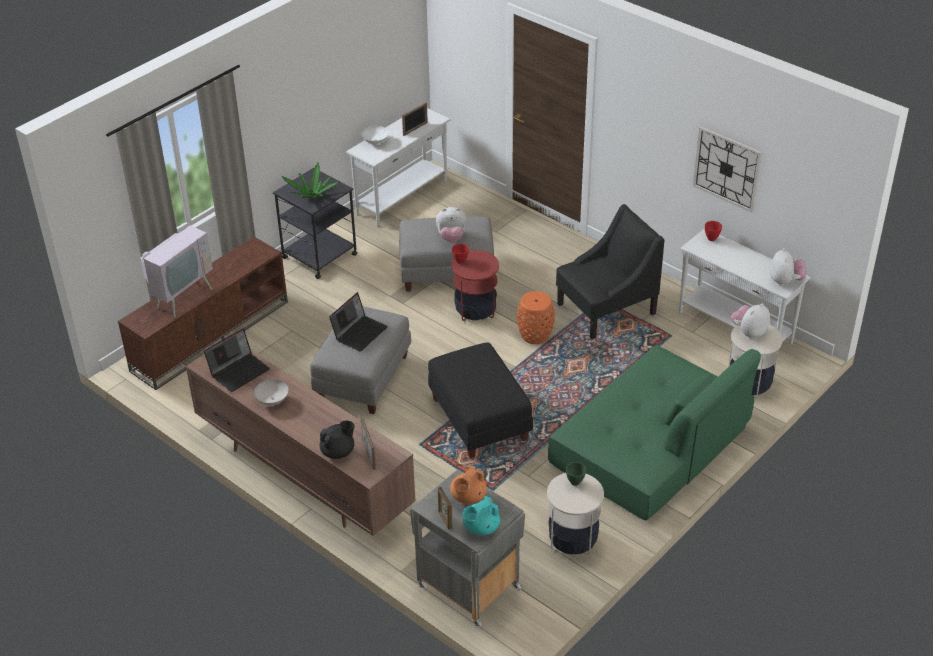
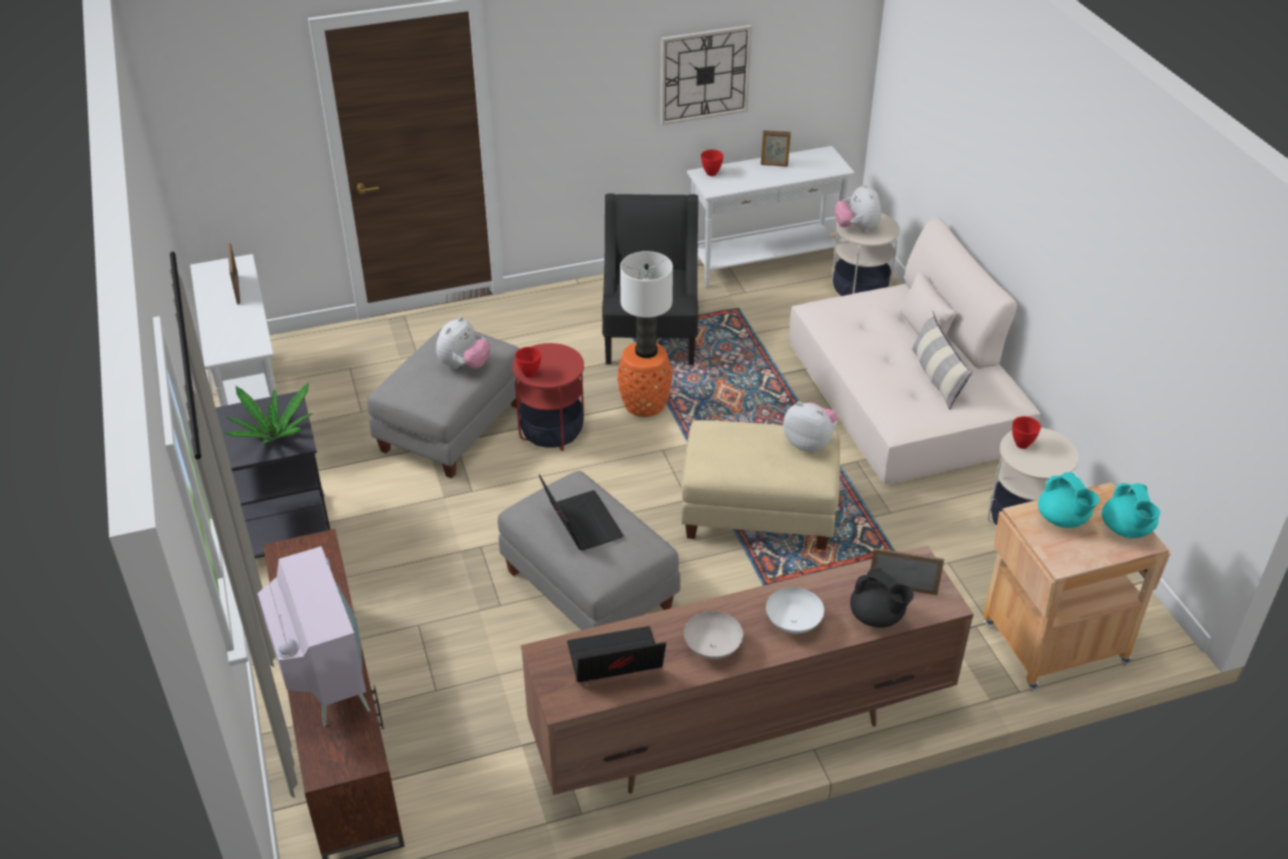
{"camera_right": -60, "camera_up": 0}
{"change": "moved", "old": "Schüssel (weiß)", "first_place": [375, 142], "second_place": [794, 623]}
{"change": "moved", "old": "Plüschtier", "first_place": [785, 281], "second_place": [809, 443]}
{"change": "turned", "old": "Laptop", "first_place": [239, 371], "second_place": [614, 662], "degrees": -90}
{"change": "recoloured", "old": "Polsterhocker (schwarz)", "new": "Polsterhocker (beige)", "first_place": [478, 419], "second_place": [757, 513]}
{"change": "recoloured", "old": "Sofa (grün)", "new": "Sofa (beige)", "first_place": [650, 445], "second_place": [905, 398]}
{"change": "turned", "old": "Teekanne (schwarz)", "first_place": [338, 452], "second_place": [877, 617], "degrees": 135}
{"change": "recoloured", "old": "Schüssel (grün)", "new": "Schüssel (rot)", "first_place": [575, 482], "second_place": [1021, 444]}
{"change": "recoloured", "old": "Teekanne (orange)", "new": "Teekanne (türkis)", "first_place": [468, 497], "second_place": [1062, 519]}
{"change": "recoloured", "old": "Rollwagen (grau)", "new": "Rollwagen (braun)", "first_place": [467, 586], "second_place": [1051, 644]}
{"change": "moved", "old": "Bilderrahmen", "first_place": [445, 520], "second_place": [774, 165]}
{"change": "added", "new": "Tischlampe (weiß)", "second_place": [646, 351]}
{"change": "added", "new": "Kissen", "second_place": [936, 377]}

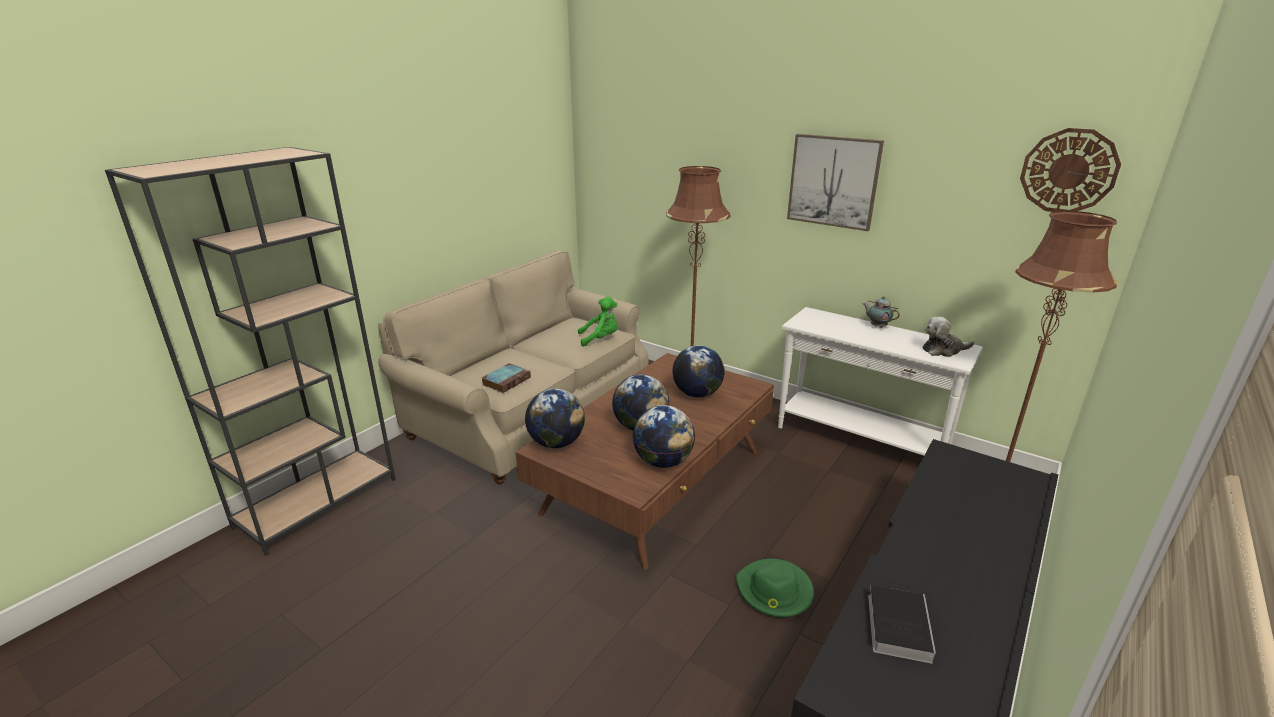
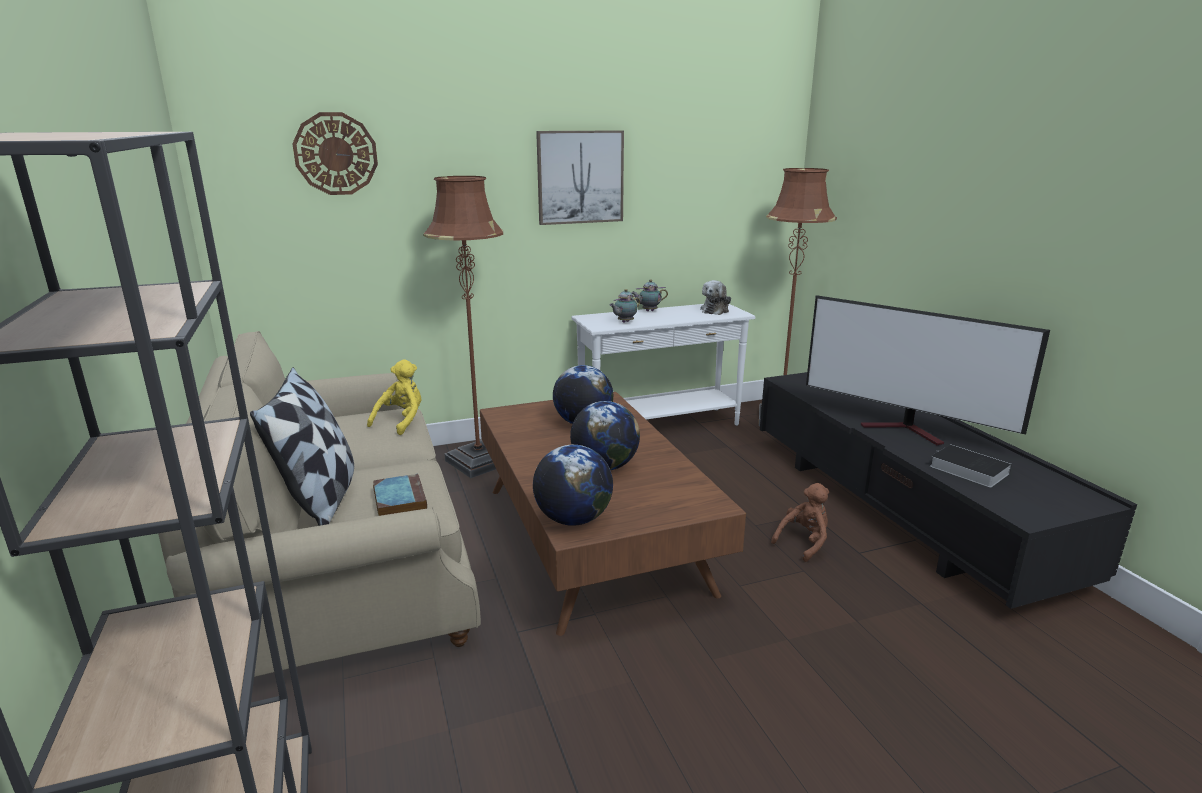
{"camera_right": -55, "camera_up": -5}
{"change": "moved", "old": "Wanduhr", "first_place": [1068, 171], "second_place": [336, 154]}
{"change": "recoloured", "old": "Plüschtier (grün)", "new": "Plüschtier (gelb)", "first_place": [600, 339], "second_place": [401, 421]}
{"change": "removed", "old": "Globus", "first_place": [663, 462]}
{"change": "replaced", "old": "Hut (grün)", "new": "Plüschtier (braun)", "first_place": [774, 591], "second_place": [804, 542]}
{"change": "added", "new": "Teekanne", "second_place": [624, 322]}
{"change": "added", "new": "Fernseher", "second_place": [907, 431]}
{"change": "added", "new": "Kissen", "second_place": [321, 499]}

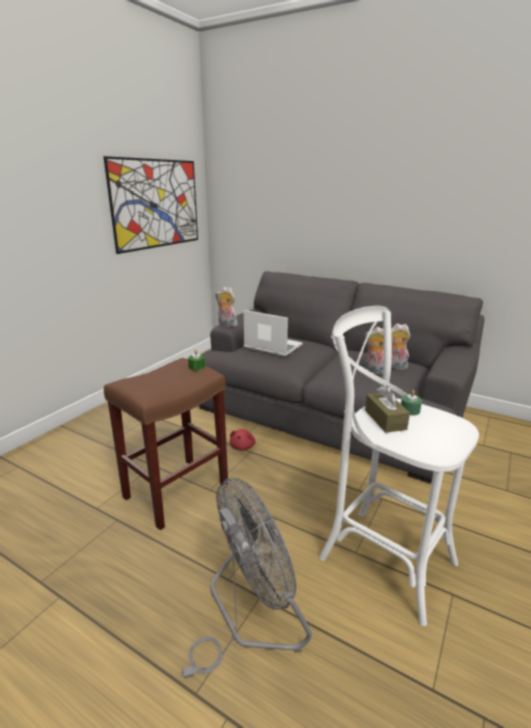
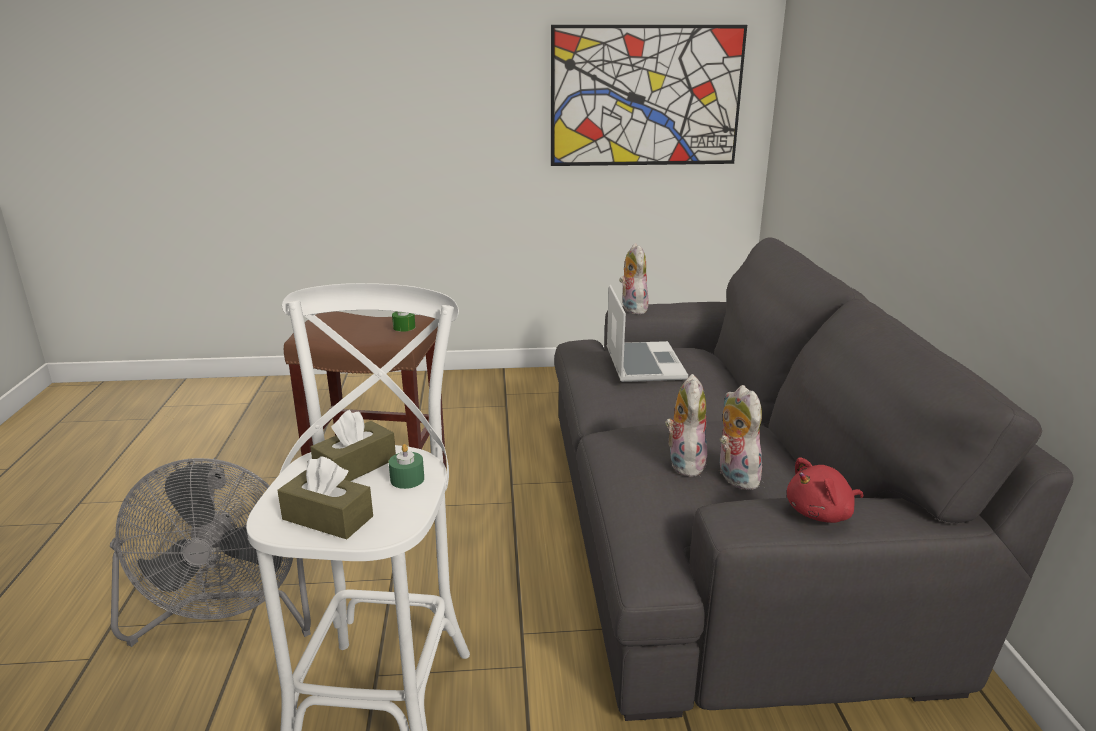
{"camera_right": 55, "camera_up": 0}
{"change": "moved", "old": "Plüschtier (rot)", "first_place": [243, 446], "second_place": [821, 513]}
{"change": "turned", "old": "Ventilator (grau)", "first_place": [243, 610], "second_place": [224, 614], "degrees": 60}
{"change": "added", "new": "Taschentuchbox (braun)", "second_place": [328, 518]}

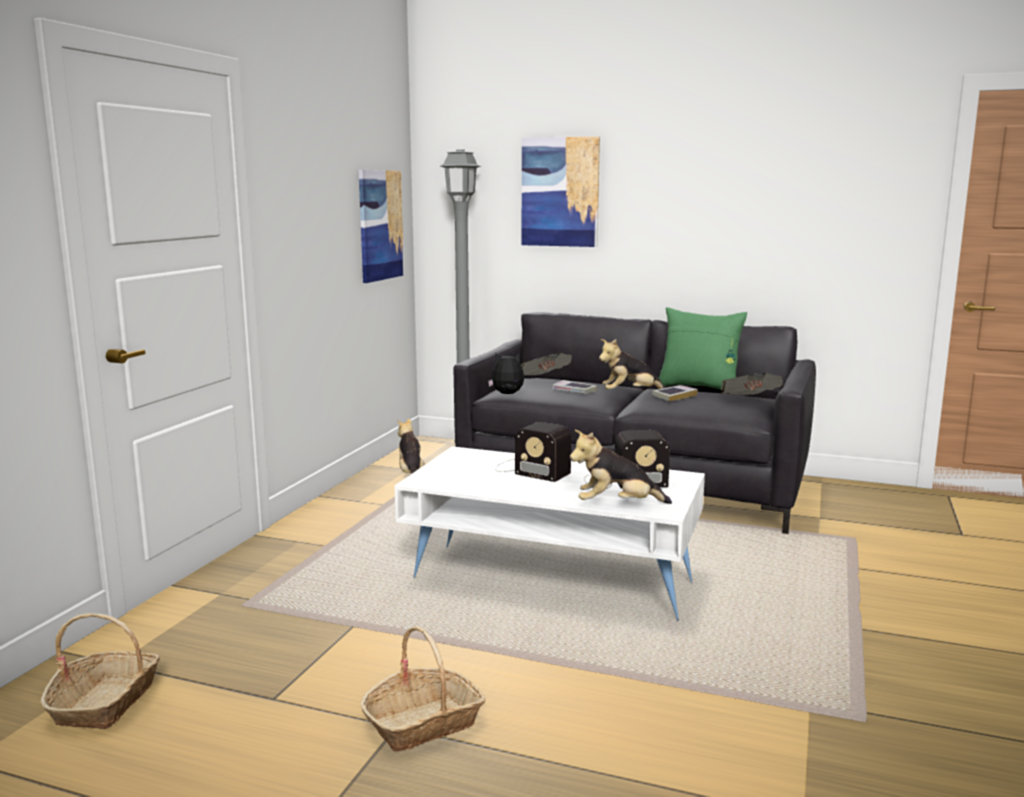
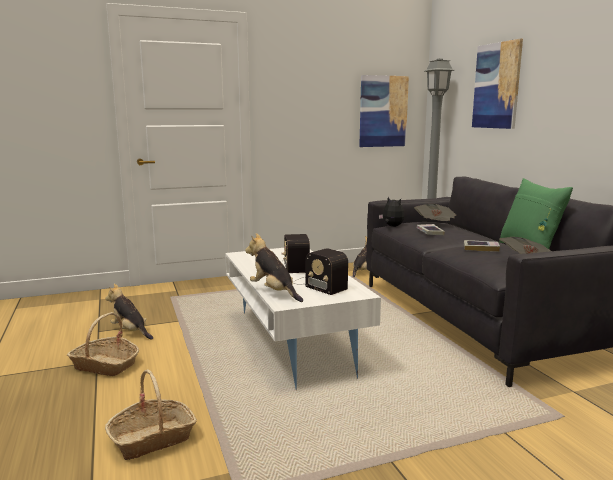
{"camera_right": 50, "camera_up": 0}
{"change": "moved", "old": "Plüschtier", "first_place": [629, 394], "second_place": [130, 331]}
{"change": "moved", "old": "Korb", "first_place": [106, 701], "second_place": [153, 438]}

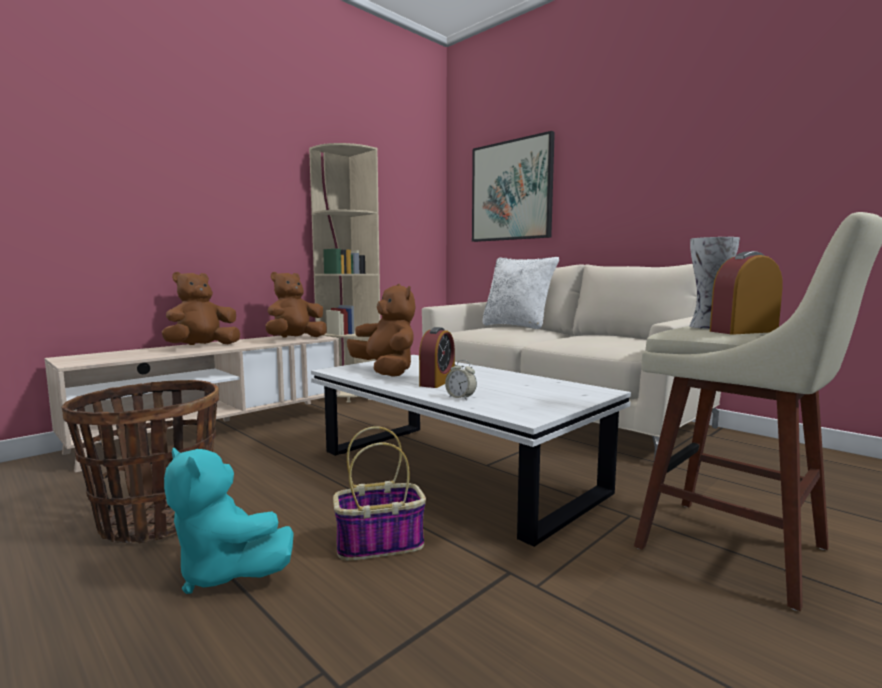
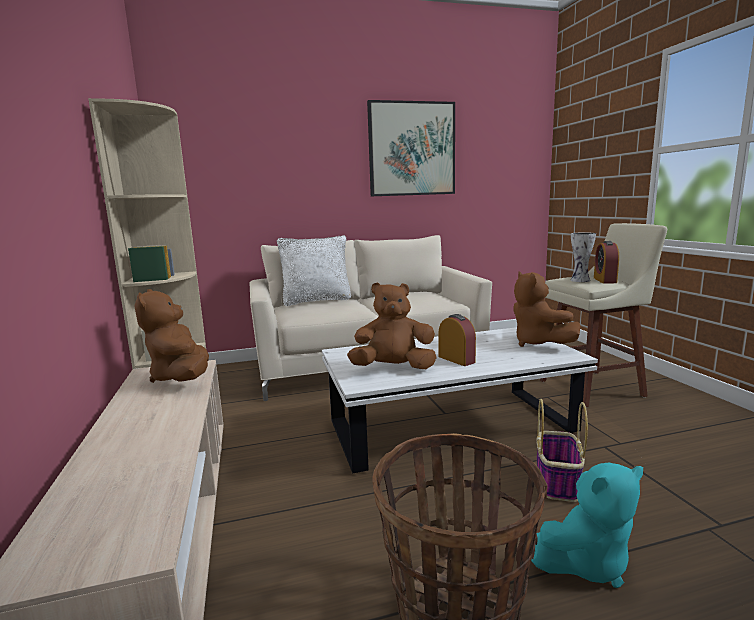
{"camera_right": -60, "camera_up": 5}
{"change": "moved", "old": "Bild", "first_place": [511, 191], "second_place": [412, 149]}
{"change": "moved", "old": "Plüschtier (braun)", "first_place": [202, 347], "second_place": [538, 343]}
{"change": "removed", "old": "Wecker", "first_place": [460, 398]}

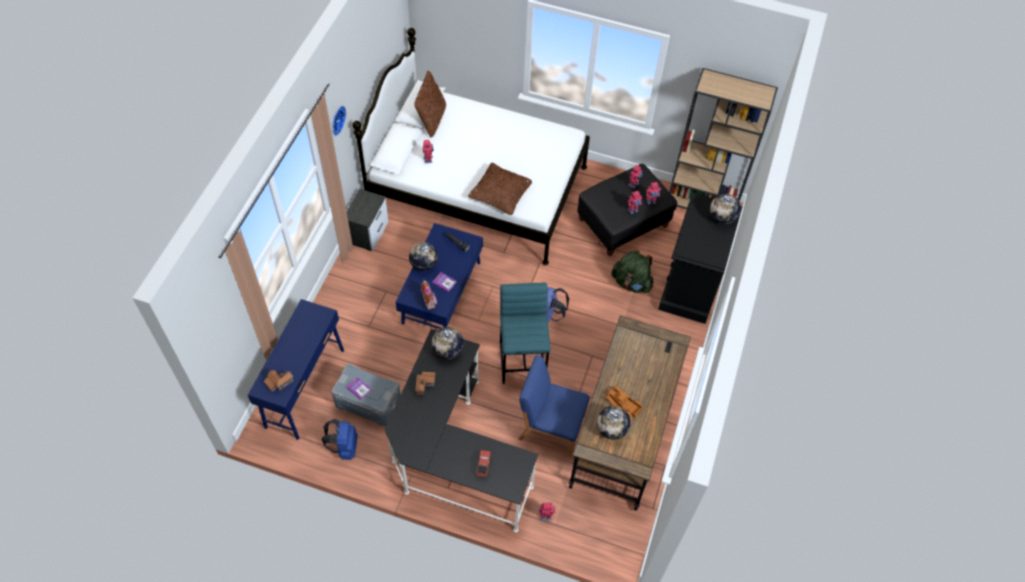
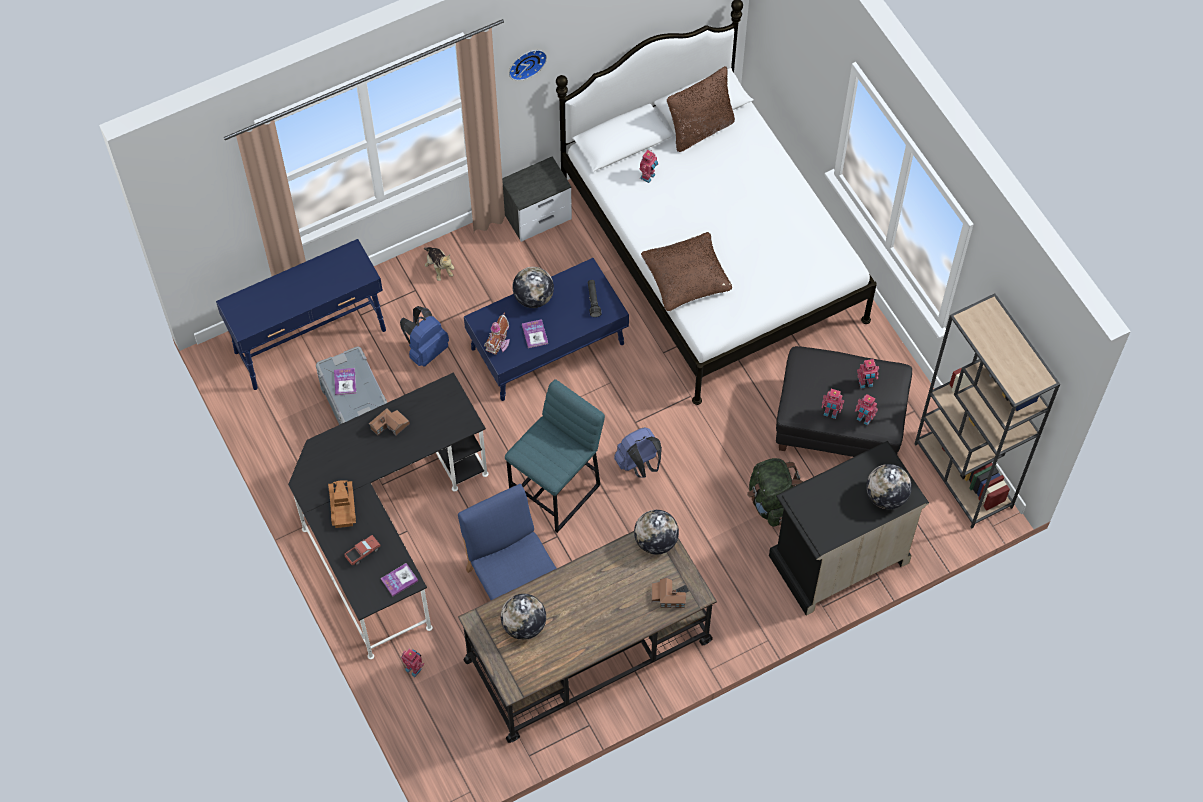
{"camera_right": 45, "camera_up": 5}
{"change": "moved", "old": "Globus", "first_place": [448, 351], "second_place": [655, 541]}
{"change": "moved", "old": "Spielzeughaus", "first_place": [279, 382], "second_place": [667, 597]}
{"change": "moved", "old": "Spielzeuglaster", "first_place": [622, 404], "second_place": [342, 506]}
{"change": "moved", "old": "Rucksack (blau)", "first_place": [344, 447], "second_place": [426, 350]}
{"change": "added", "new": "Plüschtier", "second_place": [439, 267]}
{"change": "added", "new": "Buch", "second_place": [399, 580]}

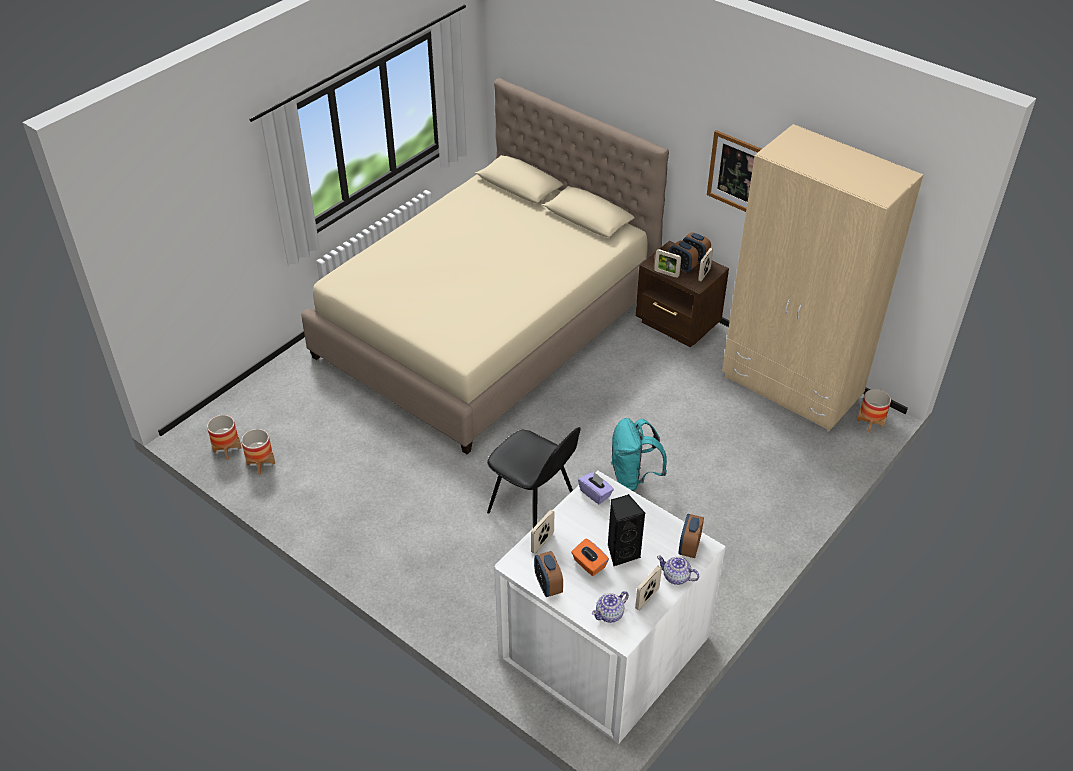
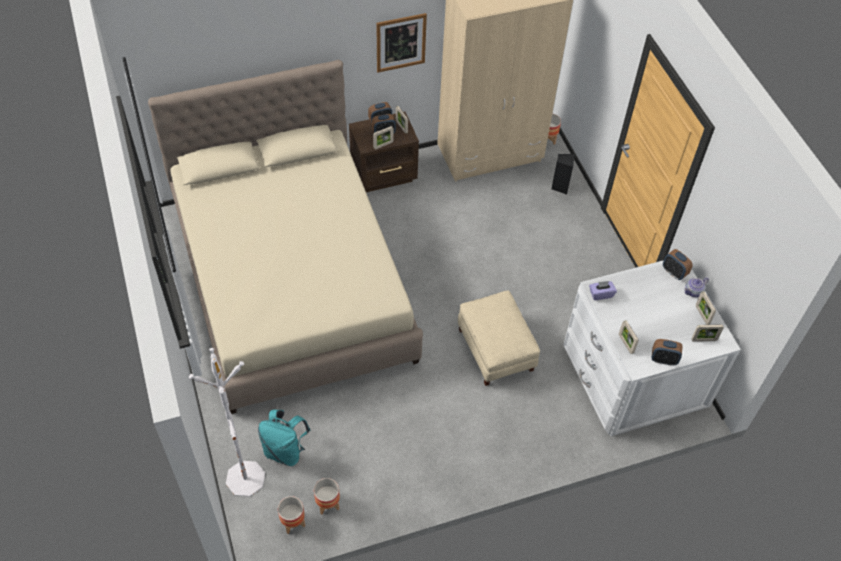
{"camera_right": -60, "camera_up": 10}
{"change": "moved", "old": "Rucksack (türkis)", "first_place": [633, 477], "second_place": [285, 450]}
{"change": "replaced", "old": "Stuhl (schwarz)", "new": "Polsterhocker (beige)", "first_place": [533, 507], "second_place": [496, 349]}
{"change": "moved", "old": "Lautsprecher (schwarz)", "first_place": [622, 552], "second_place": [560, 186]}
{"change": "removed", "old": "Taschentuchbox (orange)", "first_place": [589, 564]}
{"change": "replaced", "old": "Teekanne", "new": "Bilderrahmen", "first_place": [610, 614], "second_place": [704, 340]}
{"change": "added", "new": "Kleiderständer (weiß)", "second_place": [245, 478]}

